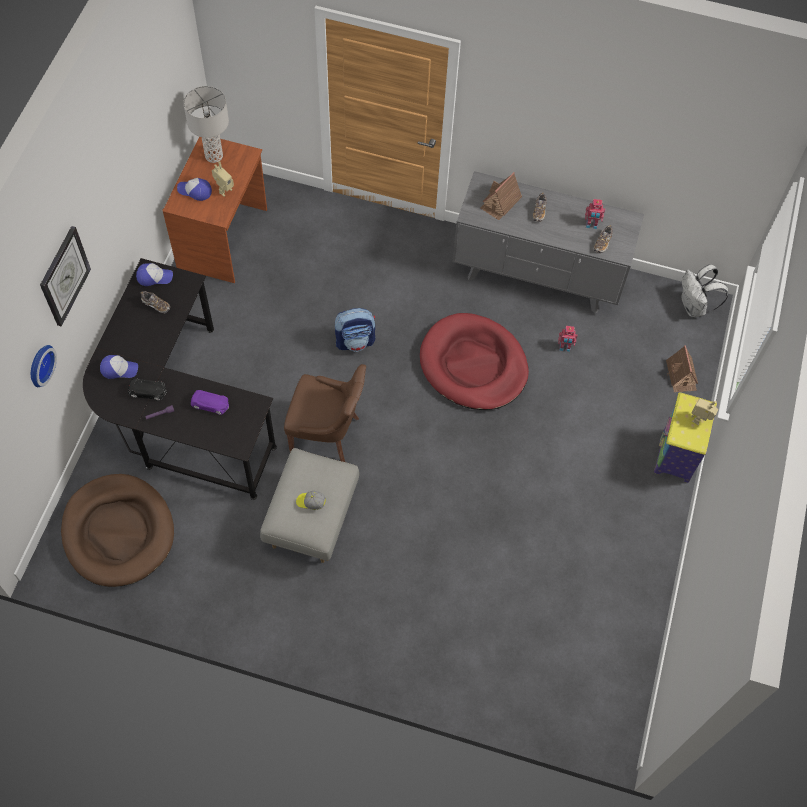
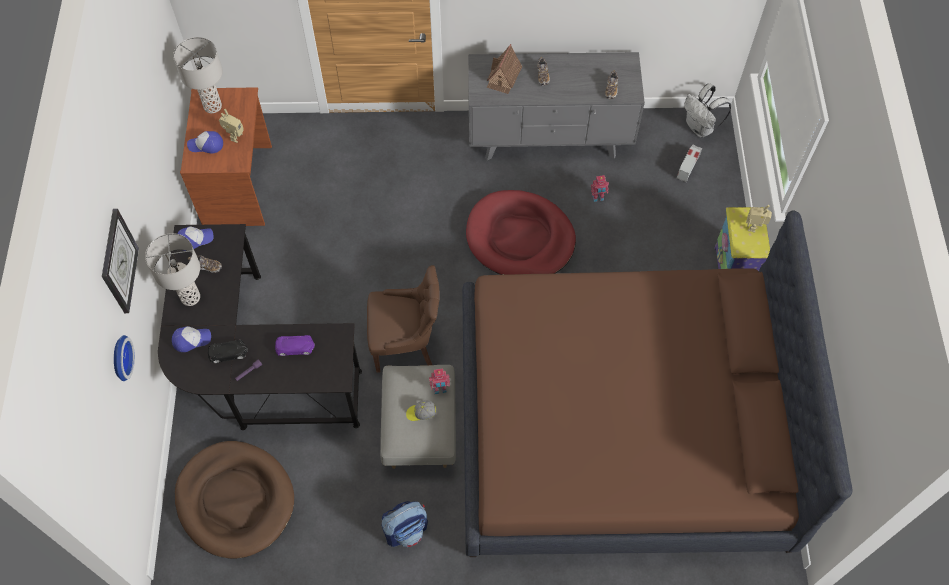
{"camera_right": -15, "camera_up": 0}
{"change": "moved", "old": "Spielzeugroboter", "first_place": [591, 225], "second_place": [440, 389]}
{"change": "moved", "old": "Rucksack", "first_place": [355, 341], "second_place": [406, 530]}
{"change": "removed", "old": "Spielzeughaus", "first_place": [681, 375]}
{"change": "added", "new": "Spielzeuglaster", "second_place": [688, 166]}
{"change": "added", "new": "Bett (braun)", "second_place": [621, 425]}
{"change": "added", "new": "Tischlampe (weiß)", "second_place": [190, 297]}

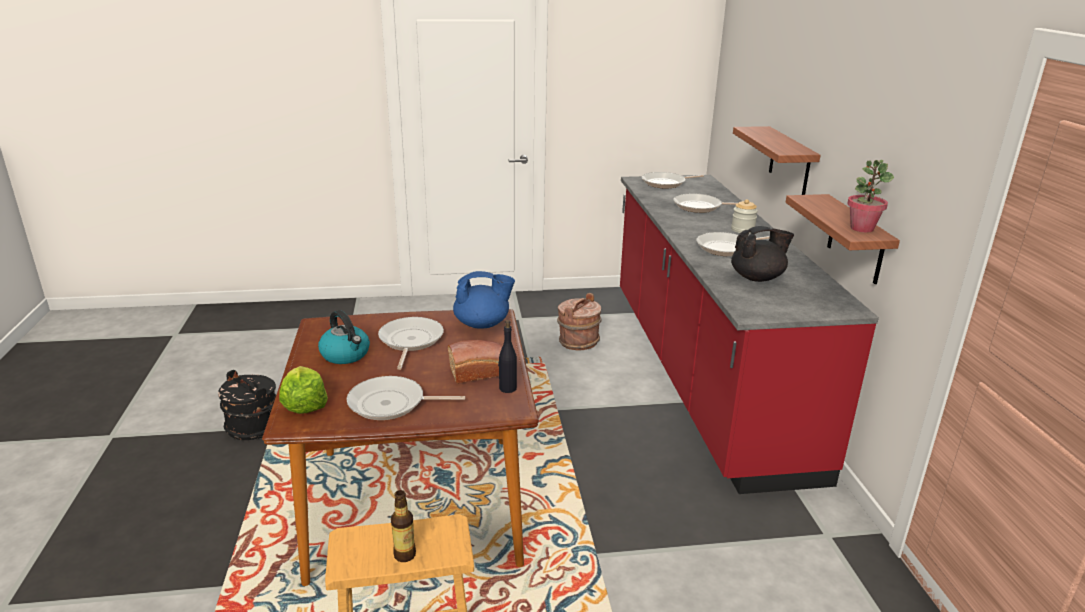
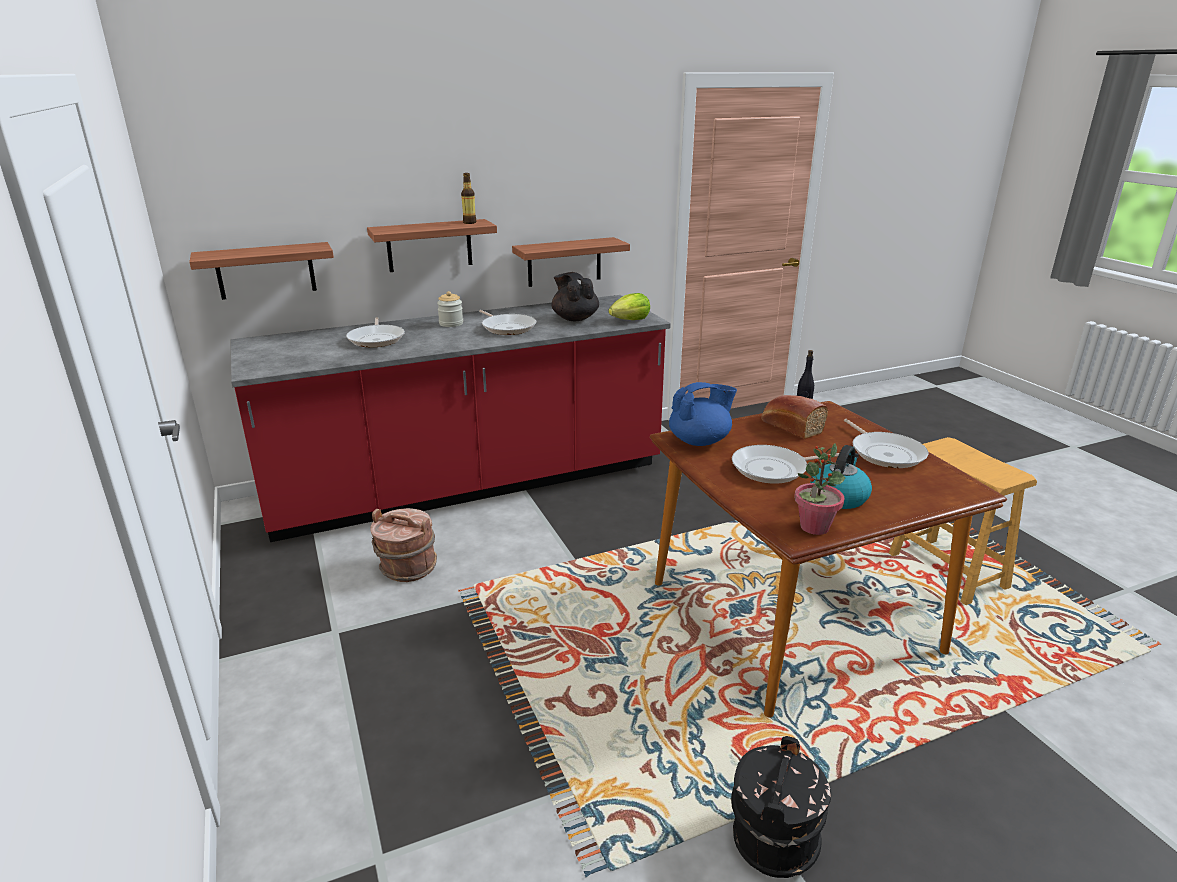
{"camera_right": -105, "camera_up": 0}
{"change": "moved", "old": "Topfpflanze", "first_place": [861, 228], "second_place": [814, 527]}
{"change": "removed", "old": "Pfanne", "first_place": [666, 183]}
{"change": "turned", "old": "Teekanne (blau)", "first_place": [483, 324], "second_place": [700, 441], "degrees": 90}
{"change": "moved", "old": "Salatkopf", "first_place": [304, 404], "second_place": [630, 320]}
{"change": "moved", "old": "Flasche", "first_place": [405, 555], "second_place": [469, 222]}
{"change": "added", "new": "Wandregal", "second_place": [265, 271]}

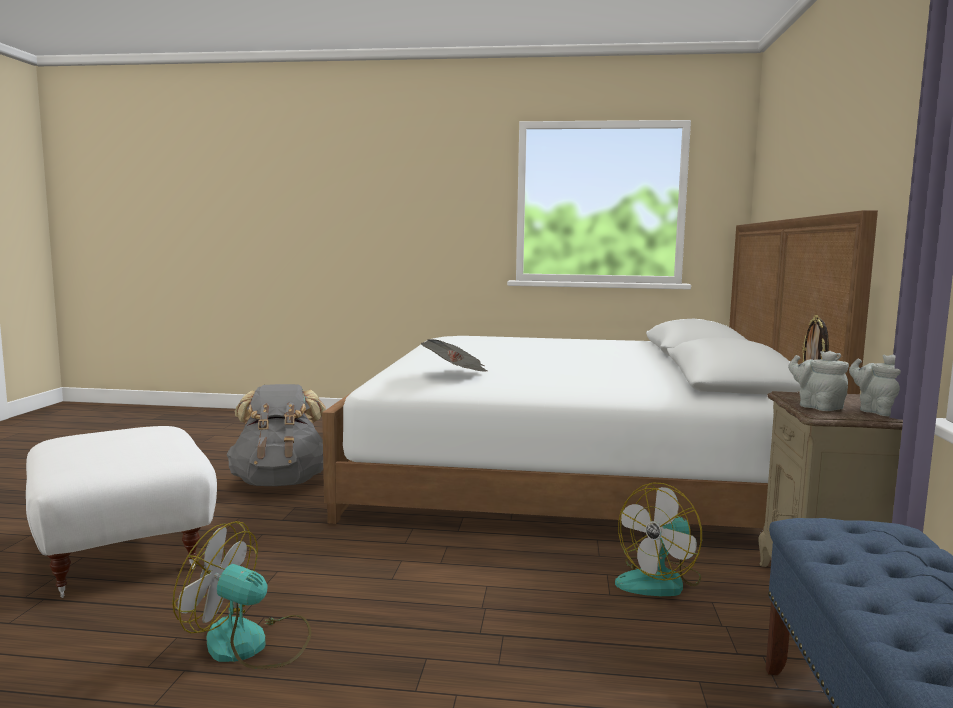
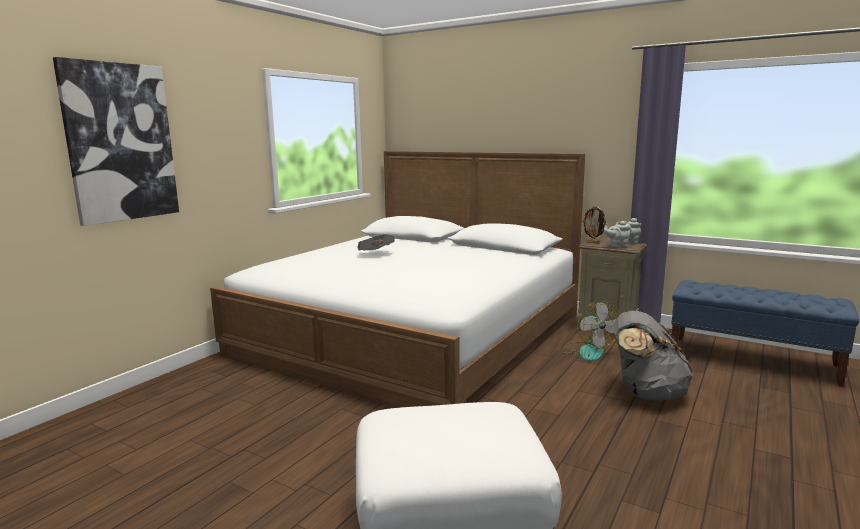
{"camera_right": -65, "camera_up": 5}
{"change": "moved", "old": "Zeitung", "first_place": [456, 374], "second_place": [376, 253]}
{"change": "moved", "old": "Rucksack (grau)", "first_place": [280, 482], "second_place": [646, 393]}
{"change": "removed", "old": "Ventilator", "first_place": [250, 644]}
{"change": "added", "new": "Bild", "second_place": [120, 142]}

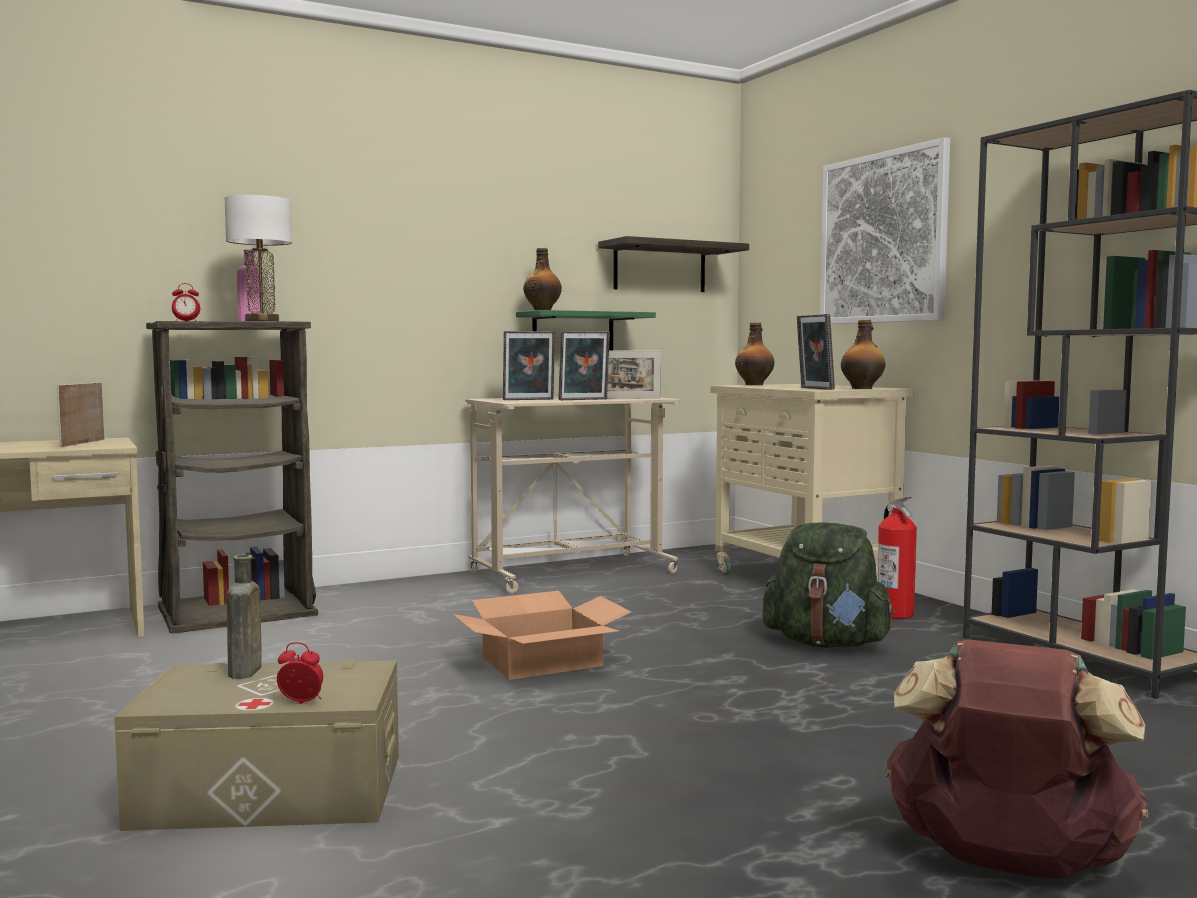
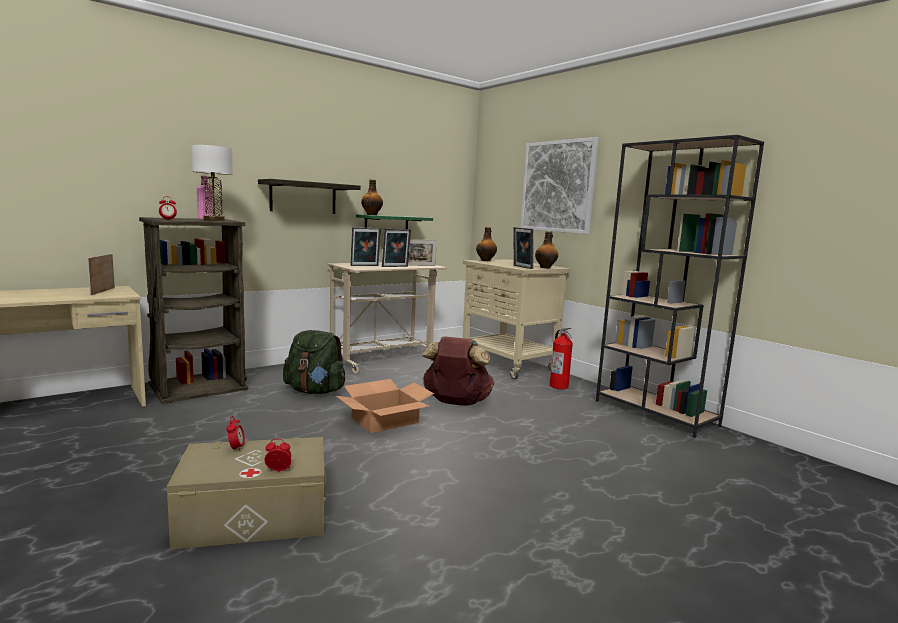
{"camera_right": -10, "camera_up": 5}
{"change": "moved", "old": "Wandregal", "first_place": [659, 267], "second_place": [303, 197]}
{"change": "moved", "old": "Rucksack (grün)", "first_place": [826, 644], "second_place": [315, 391]}
{"change": "replaced", "old": "Flasche (braun)", "new": "Wecker", "first_place": [244, 673], "second_place": [236, 449]}
{"change": "moved", "old": "Rucksack (braun)", "first_place": [1007, 863], "second_place": [456, 403]}

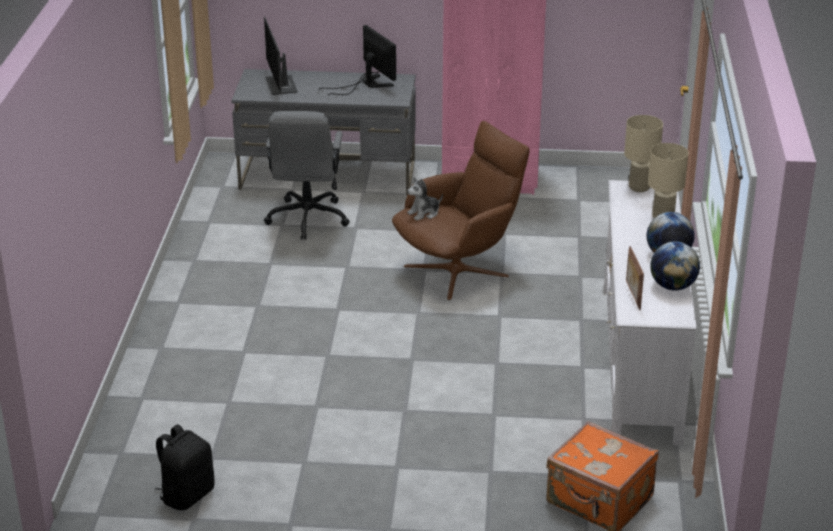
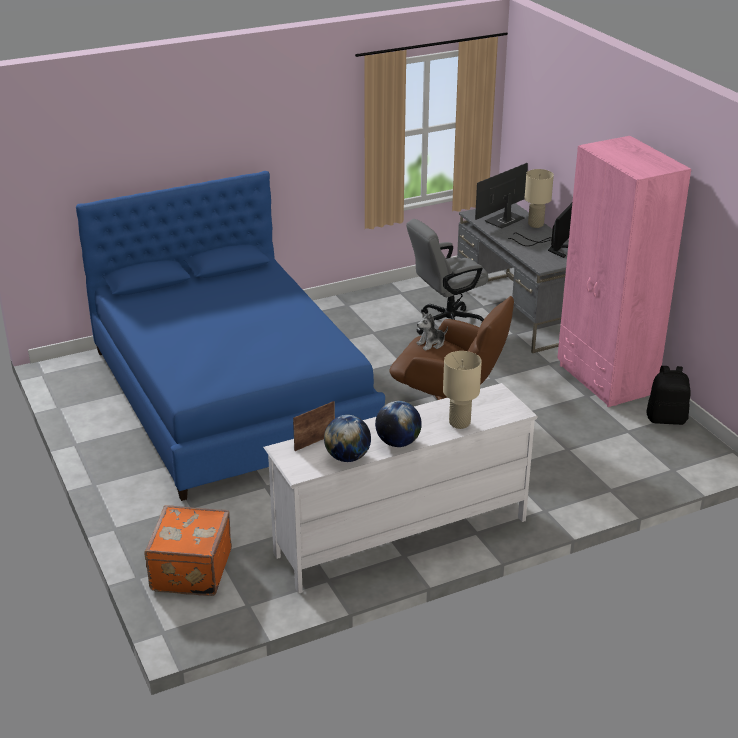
{"camera_right": 60, "camera_up": 0}
{"change": "moved", "old": "Tischlampe (beige)", "first_place": [639, 189], "second_place": [535, 226]}
{"change": "turned", "old": "Plüschtier", "first_place": [424, 213], "second_place": [431, 344], "degrees": -60}
{"change": "moved", "old": "Rucksack (schwarz)", "first_place": [187, 495], "second_place": [666, 419]}
{"change": "added", "new": "Bett (blau)", "second_place": [231, 395]}

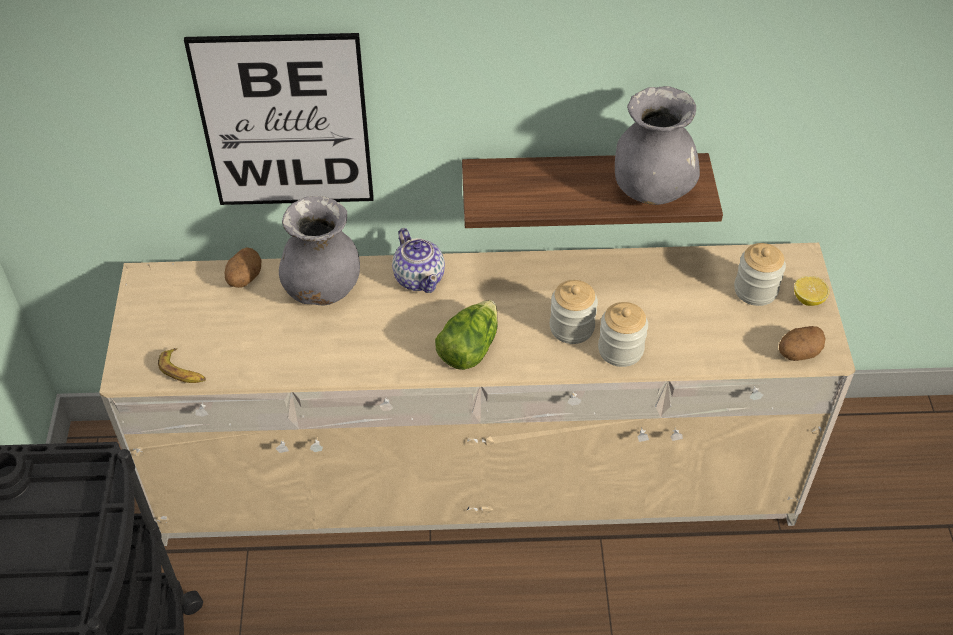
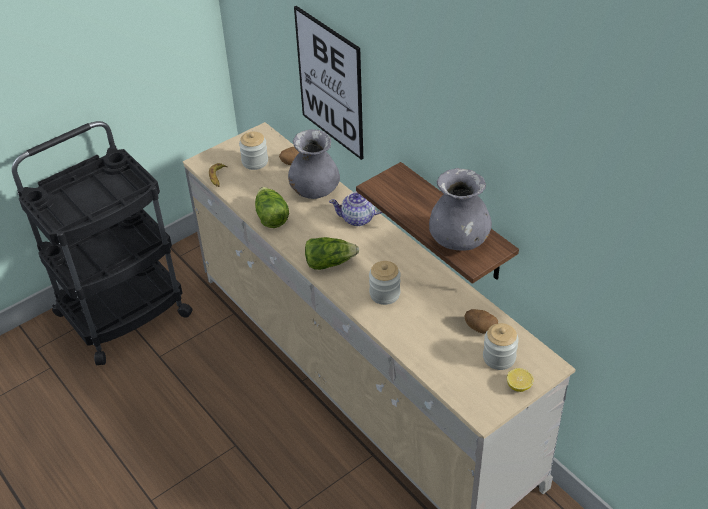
{"camera_right": 55, "camera_up": -5}
{"change": "turned", "old": "Teekanne", "first_place": [419, 277], "second_place": [358, 218], "degrees": 60}
{"change": "moved", "old": "Vorratsglas", "first_place": [620, 350], "second_place": [255, 162]}
{"change": "moved", "old": "Kartoffel", "first_place": [798, 353], "second_place": [480, 328]}
{"change": "added", "new": "Salatkopf", "second_place": [271, 217]}

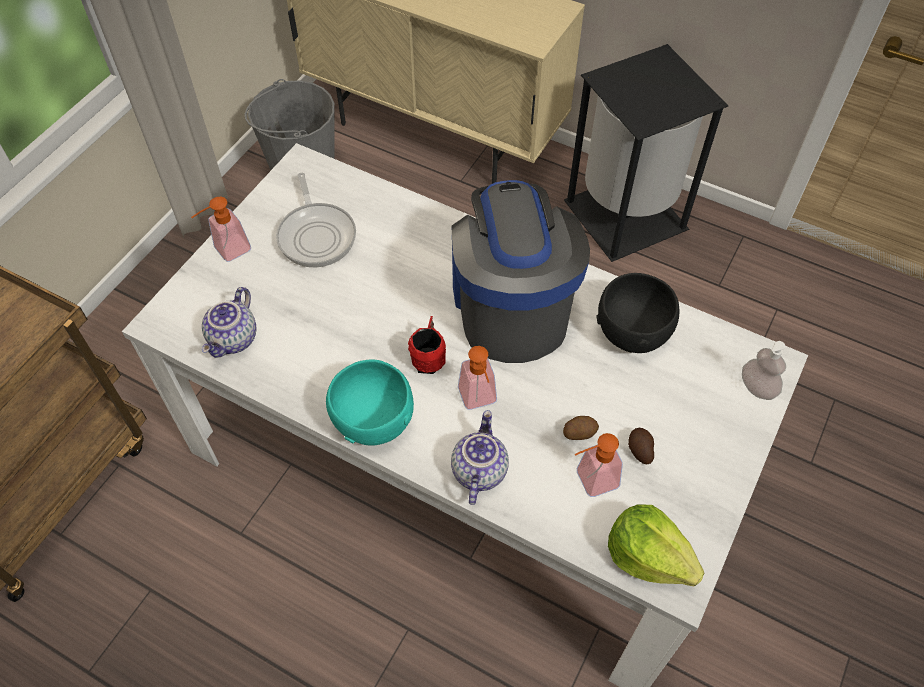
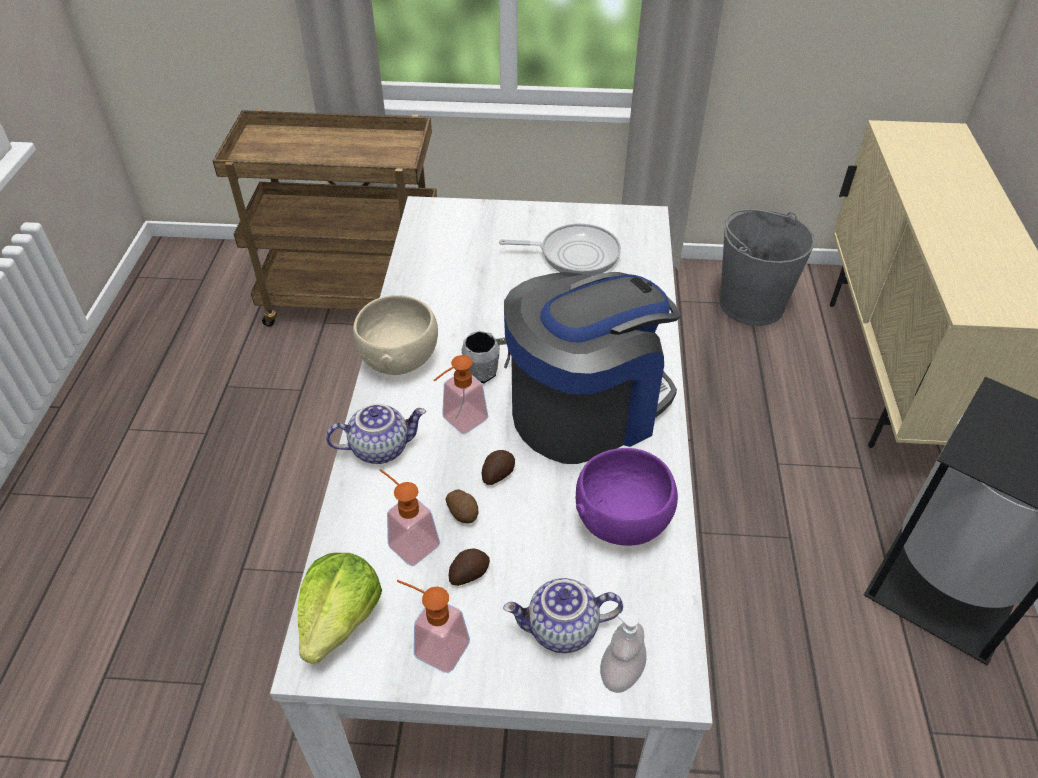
{"camera_right": 65, "camera_up": -10}
{"change": "turned", "old": "Pfanne", "first_place": [316, 235], "second_place": [574, 255], "degrees": -135}
{"change": "moved", "old": "Seifenspender", "first_place": [227, 251], "second_place": [433, 645]}
{"change": "recoloured", "old": "Schüssel (schwarz)", "new": "Schüssel (lila)", "first_place": [633, 331], "second_place": [623, 521]}
{"change": "moved", "old": "Teekanne", "first_place": [234, 339], "second_place": [562, 630]}
{"change": "recoloured", "old": "Henkelbecher (rot)", "new": "Henkelbecher (grau)", "first_place": [429, 357], "second_place": [487, 371]}
{"change": "recoloured", "old": "Schüssel (türkis)", "new": "Schüssel (beige)", "first_place": [373, 419], "second_place": [400, 359]}
{"change": "added", "new": "Kartoffel", "second_place": [497, 473]}

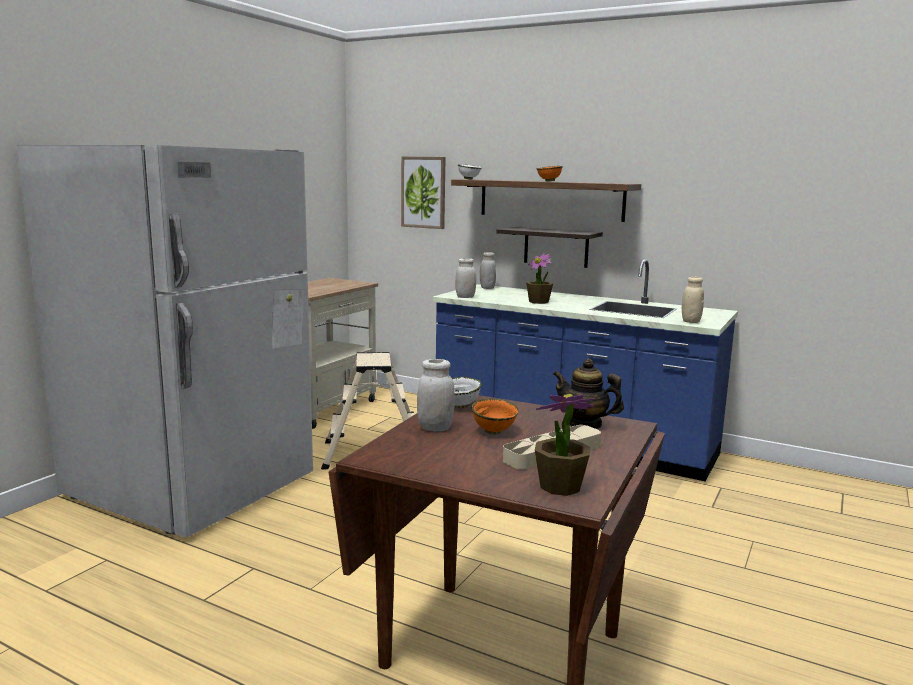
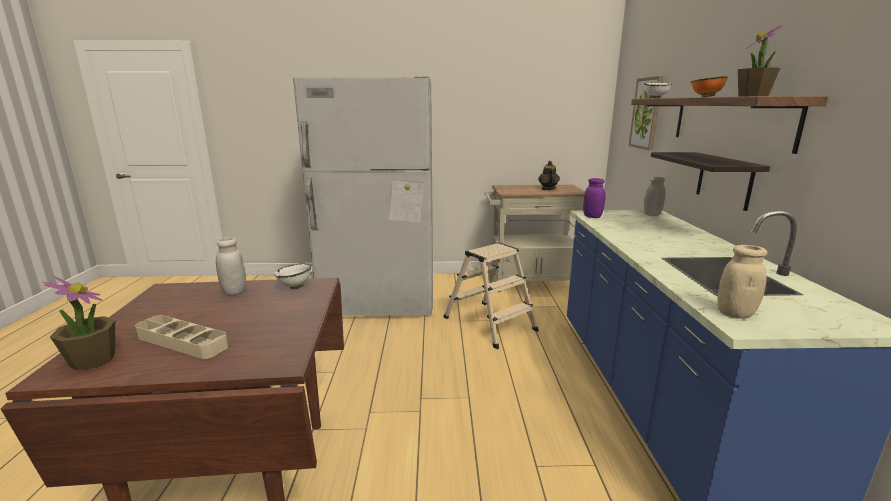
{"camera_right": 60, "camera_up": 5}
{"change": "moved", "old": "Topfpflanze", "first_place": [539, 302], "second_place": [753, 96]}
{"change": "recoloured", "old": "Vorratsglas (weiß)", "new": "Vorratsglas (lila)", "first_place": [465, 297], "second_place": [592, 216]}
{"change": "moved", "old": "Teekanne", "first_place": [584, 424], "second_place": [548, 189]}
{"change": "removed", "old": "Schüssel (orange)", "first_place": [494, 432]}

